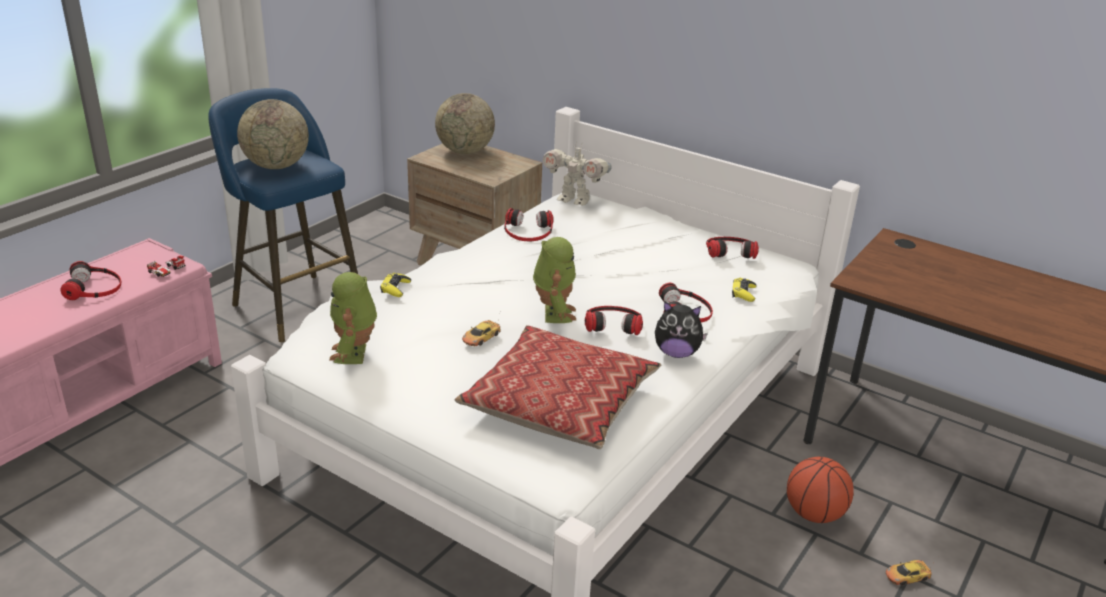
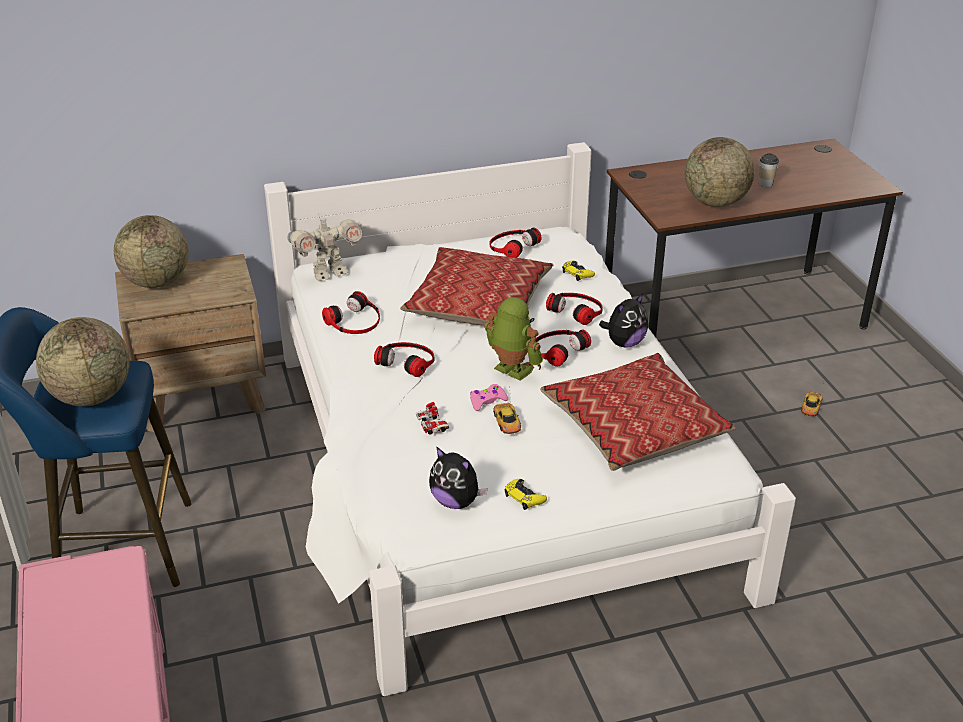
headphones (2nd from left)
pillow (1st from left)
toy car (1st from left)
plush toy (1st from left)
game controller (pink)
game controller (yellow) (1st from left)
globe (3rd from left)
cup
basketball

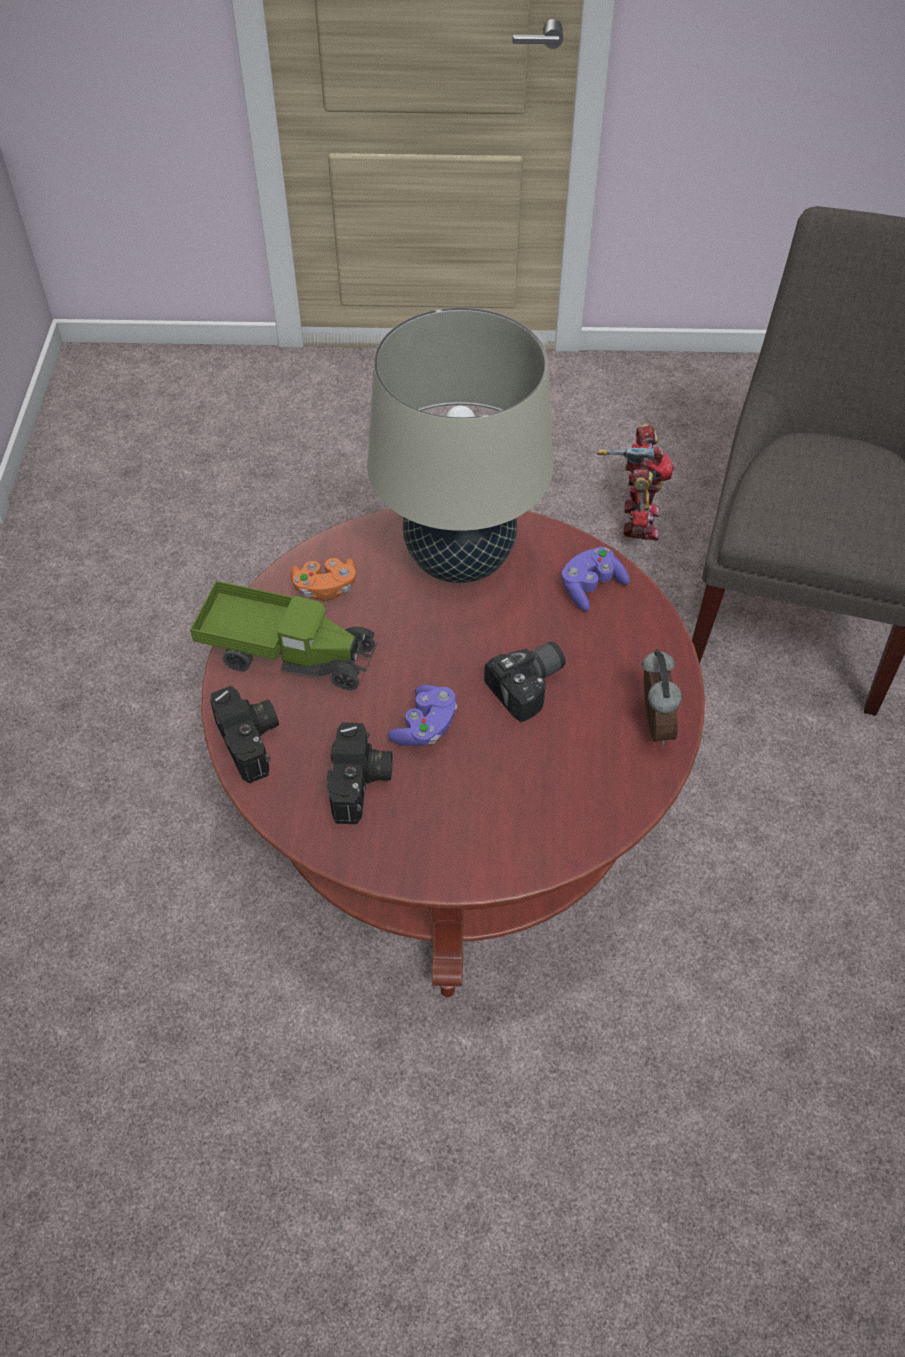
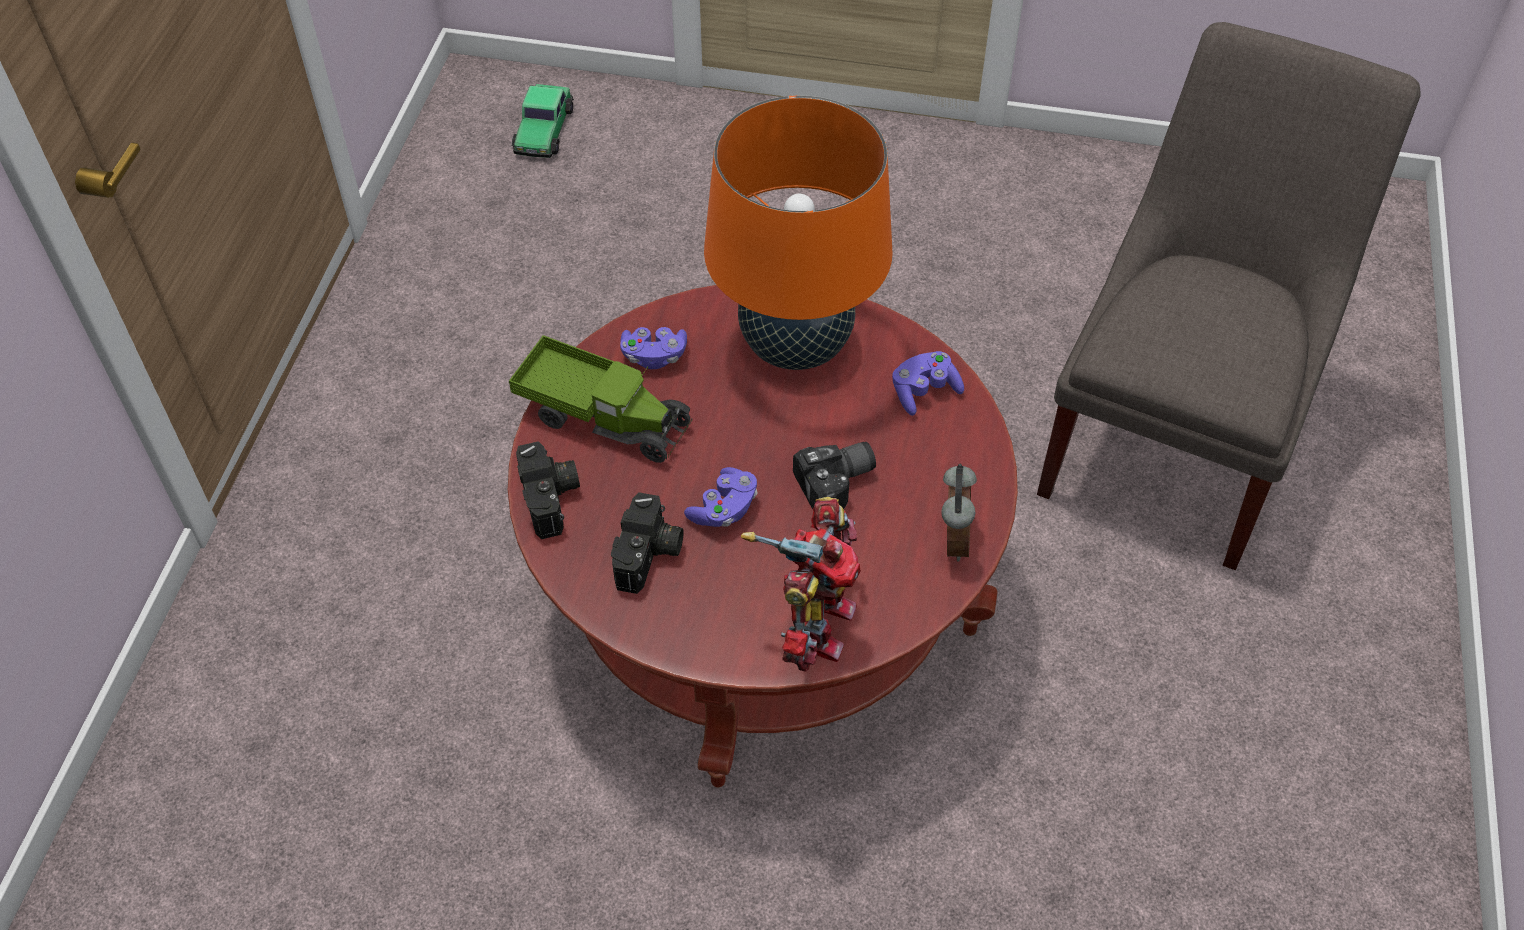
toy car
game controller (purple) (1st from left)
table lamp (orange)
toy robot

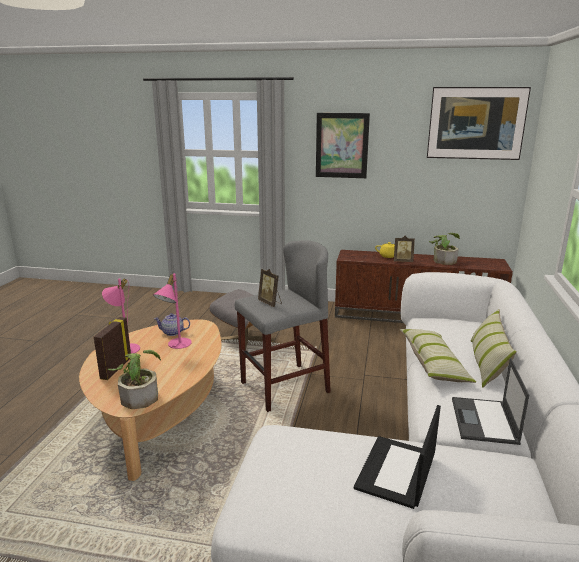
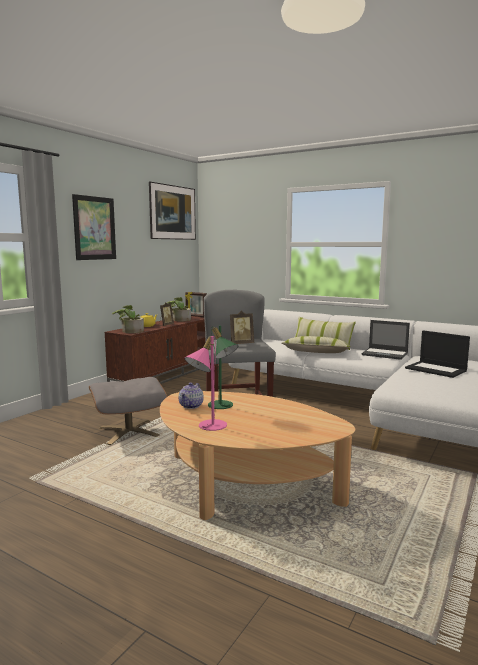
potted plant (1st from left)
picture frame (2nd from left)
table lamp (green)

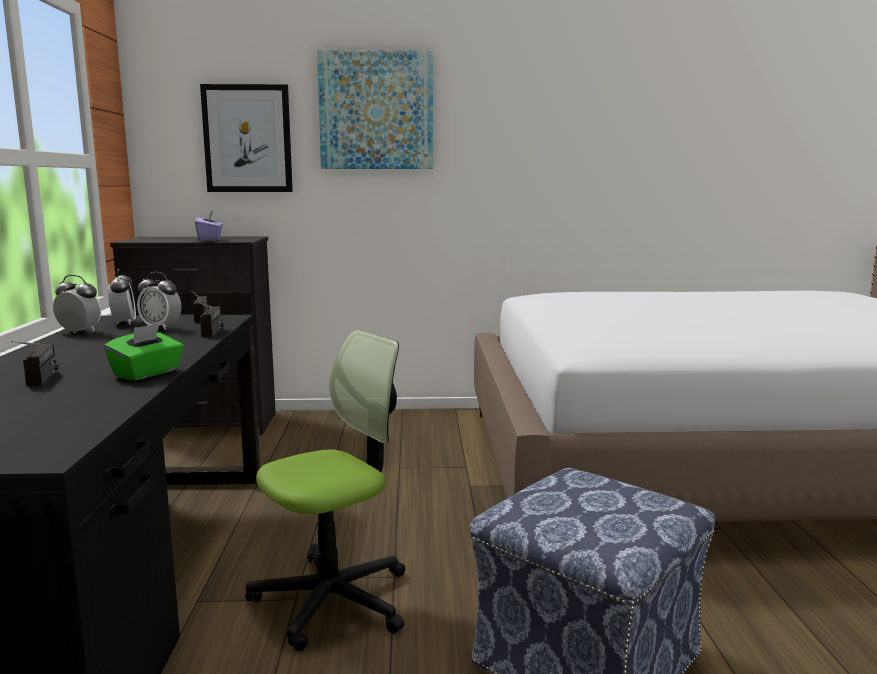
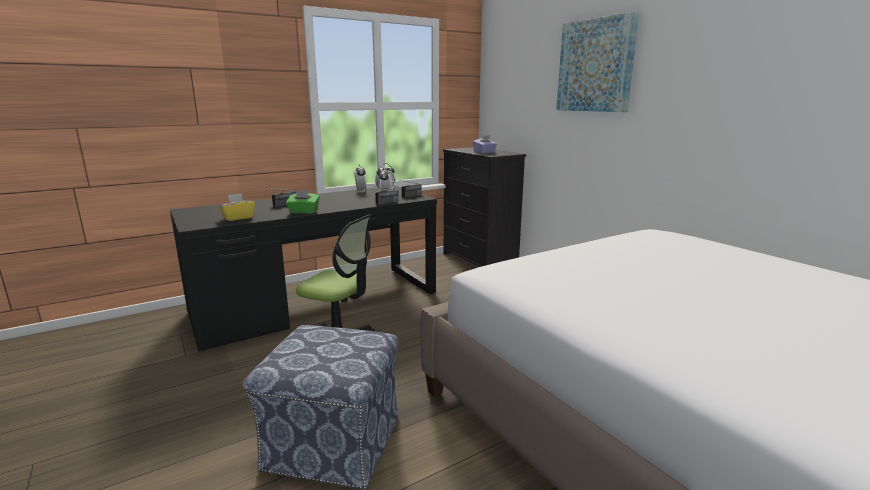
tissue box (yellow)
picture (1st from left in the first image)

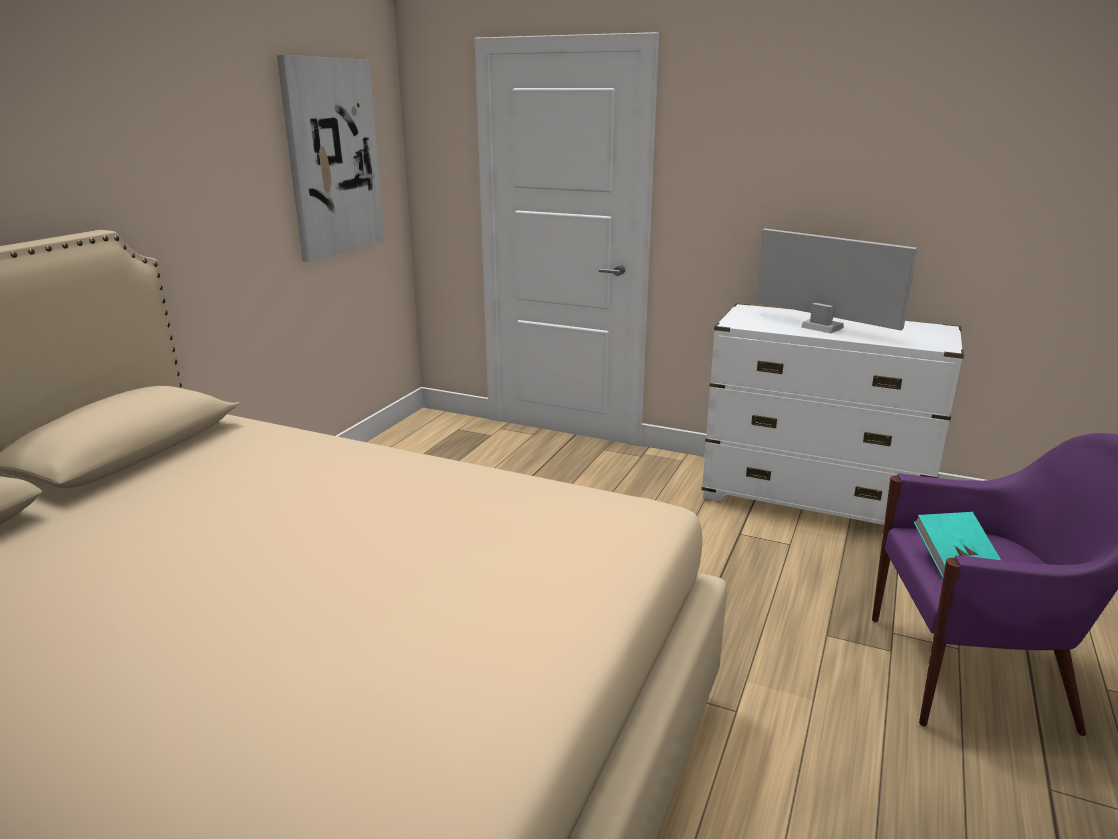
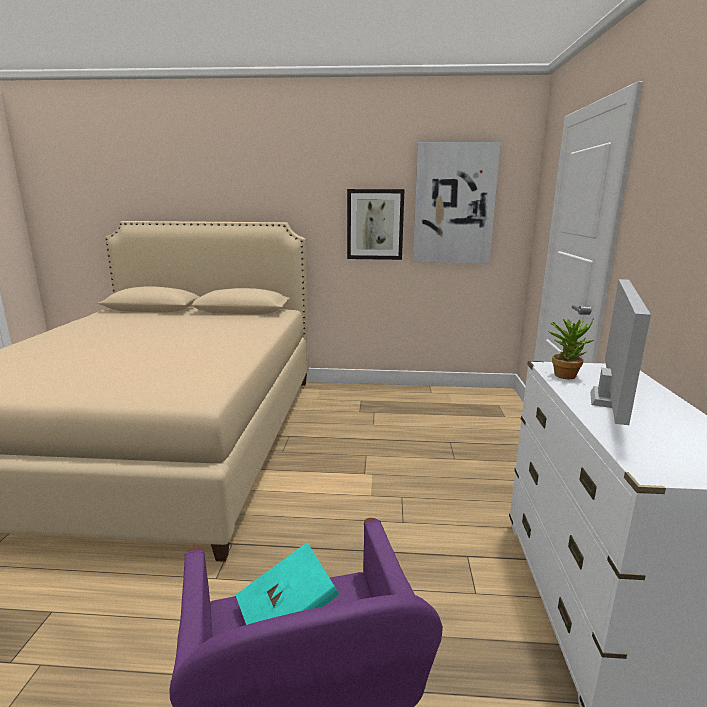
picture (1st from left)
potted plant

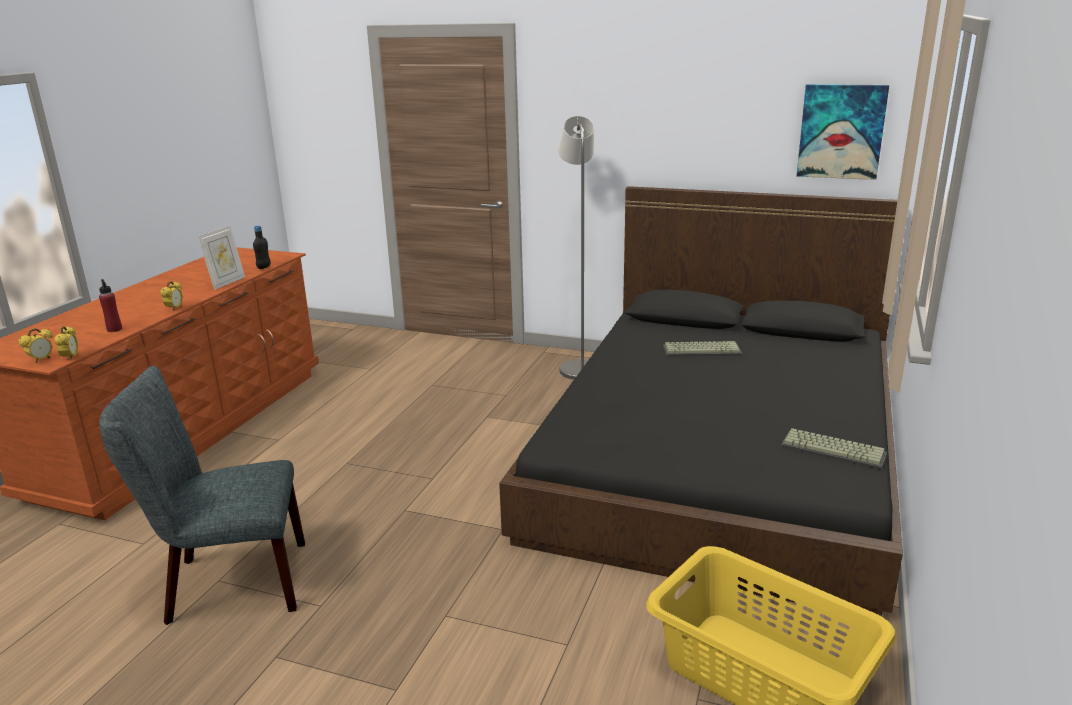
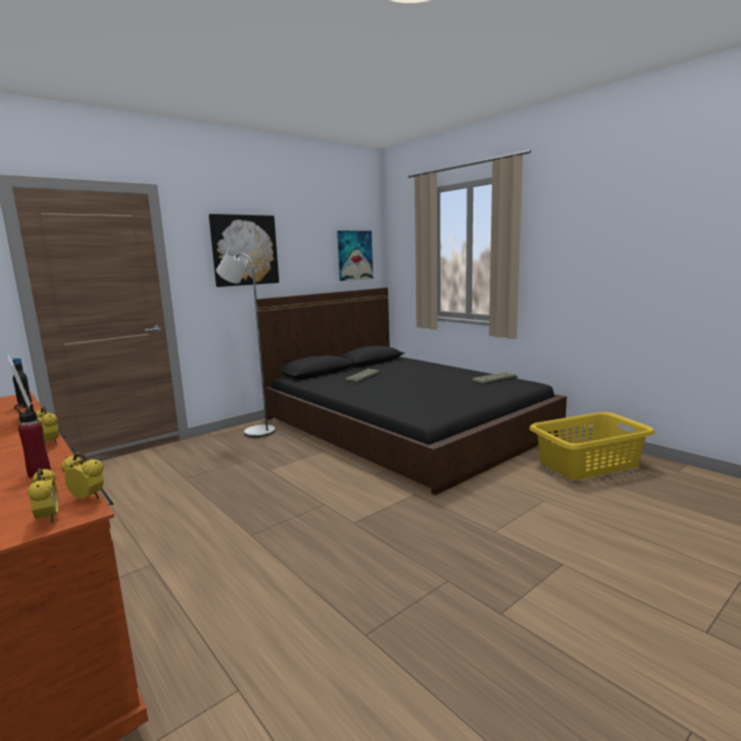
picture (1st from left)
chair (grey)

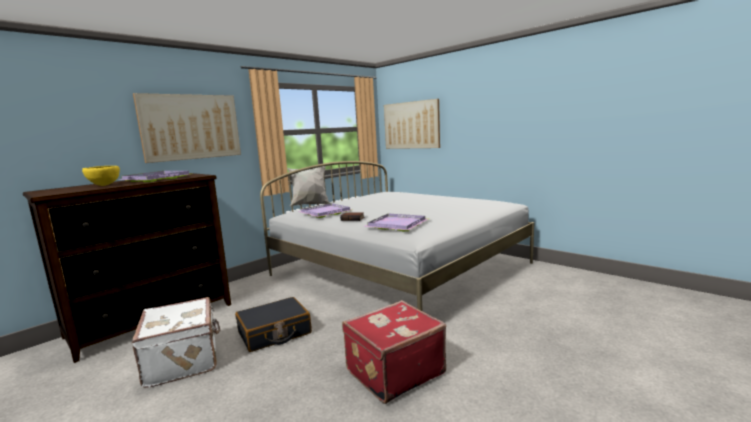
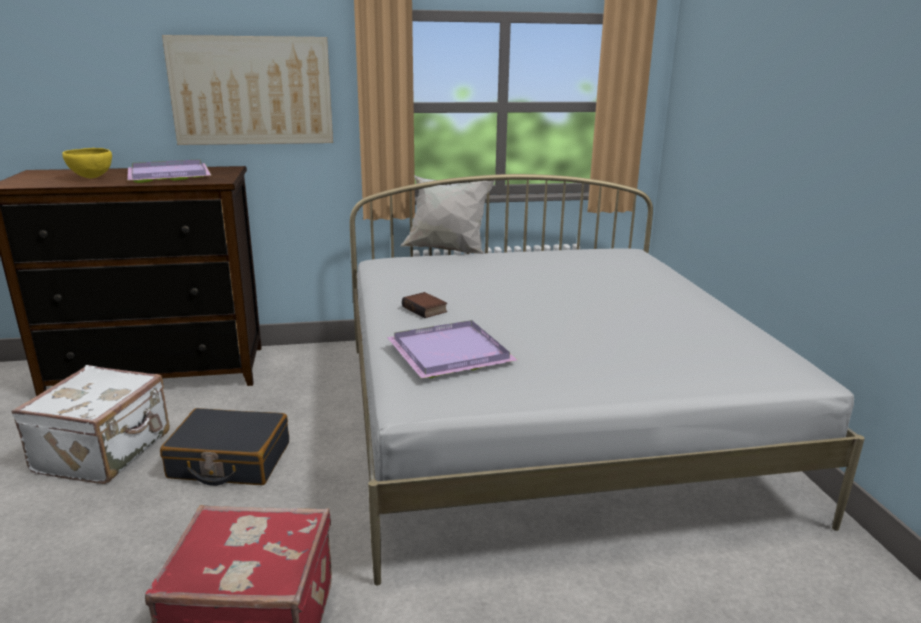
tray (purple) (2nd from left in the first image)
picture (2nd from left in the first image)

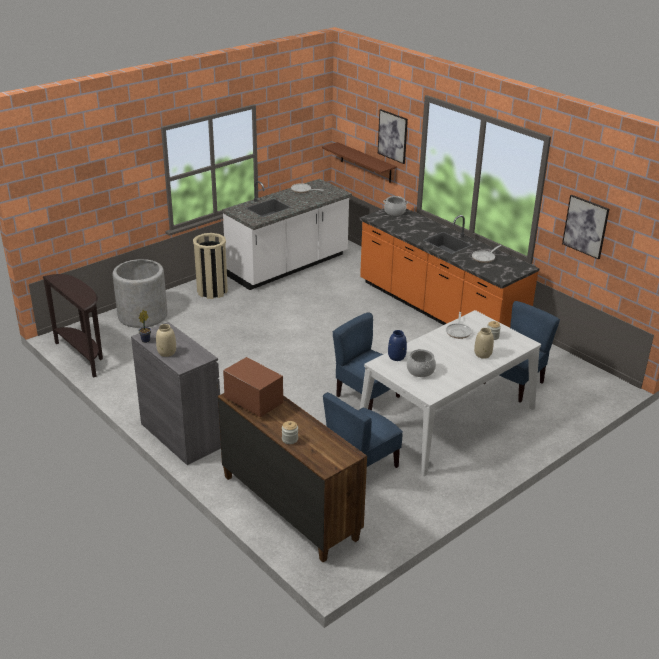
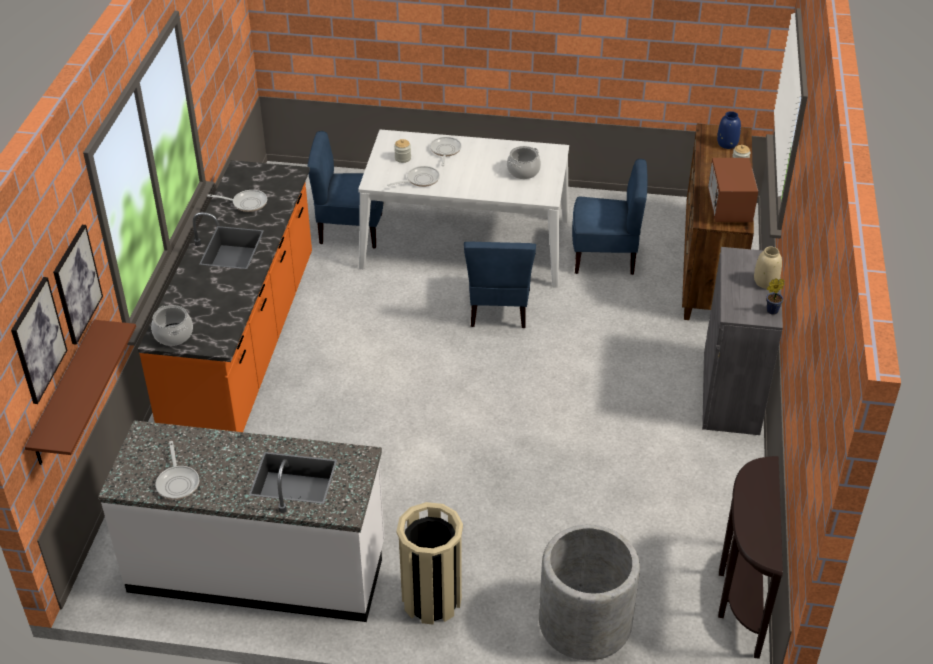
picture (1st from left)
frying pan (4th from left)
vase (blue)

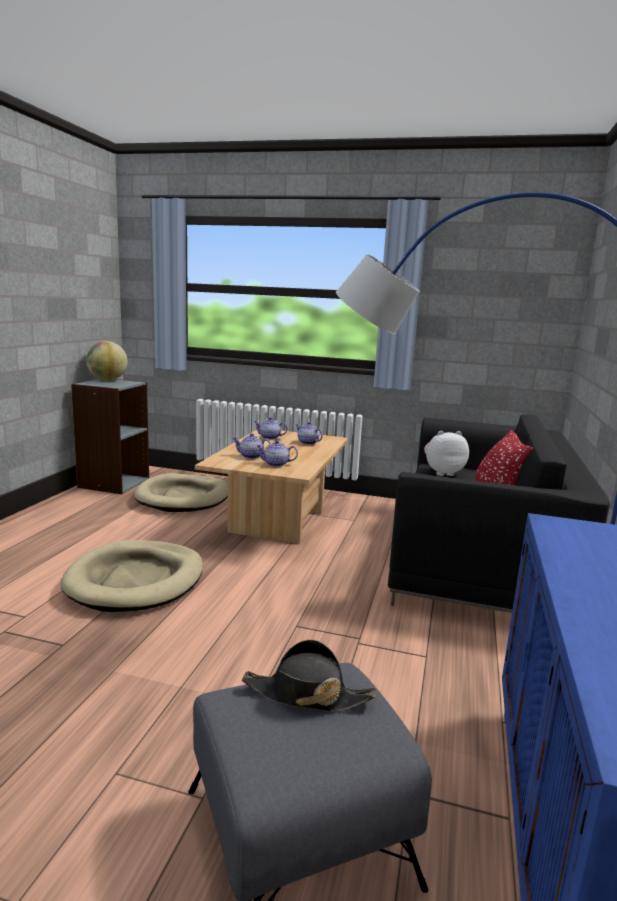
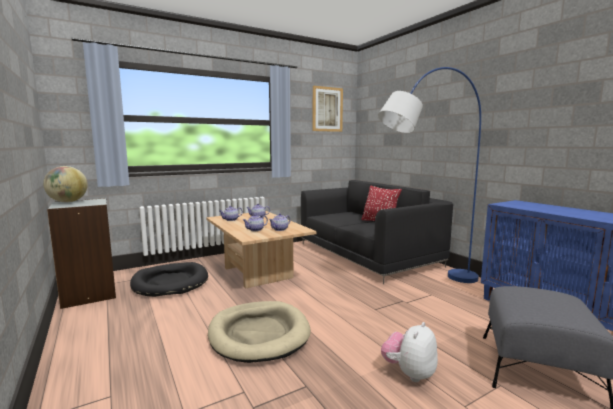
dog bed (black)
picture
plush toy
hat (black)

